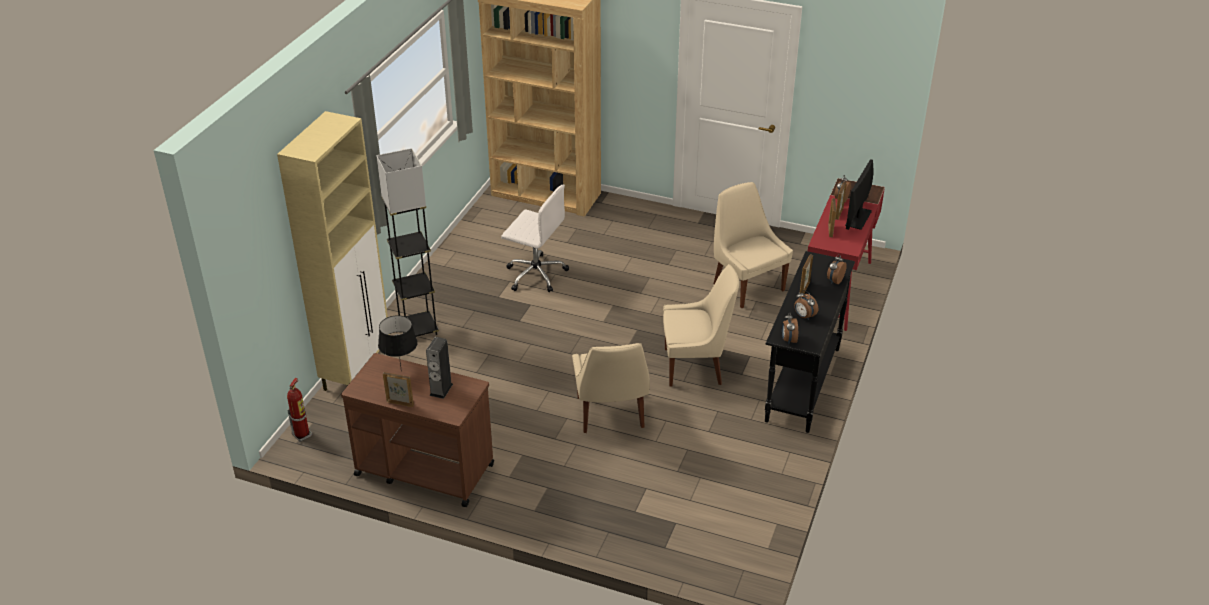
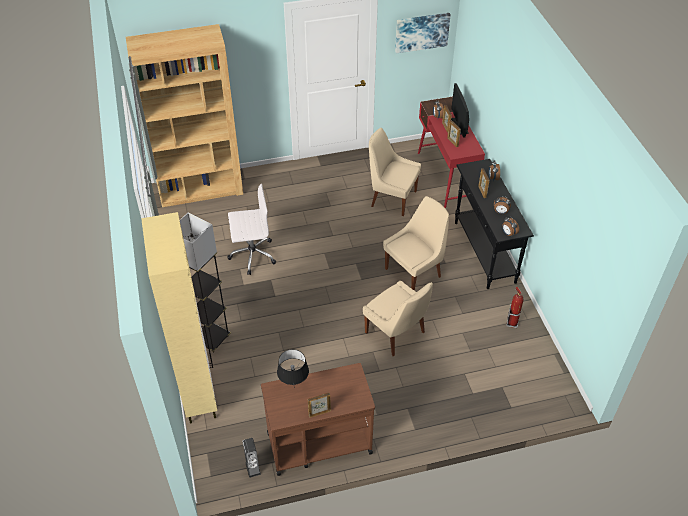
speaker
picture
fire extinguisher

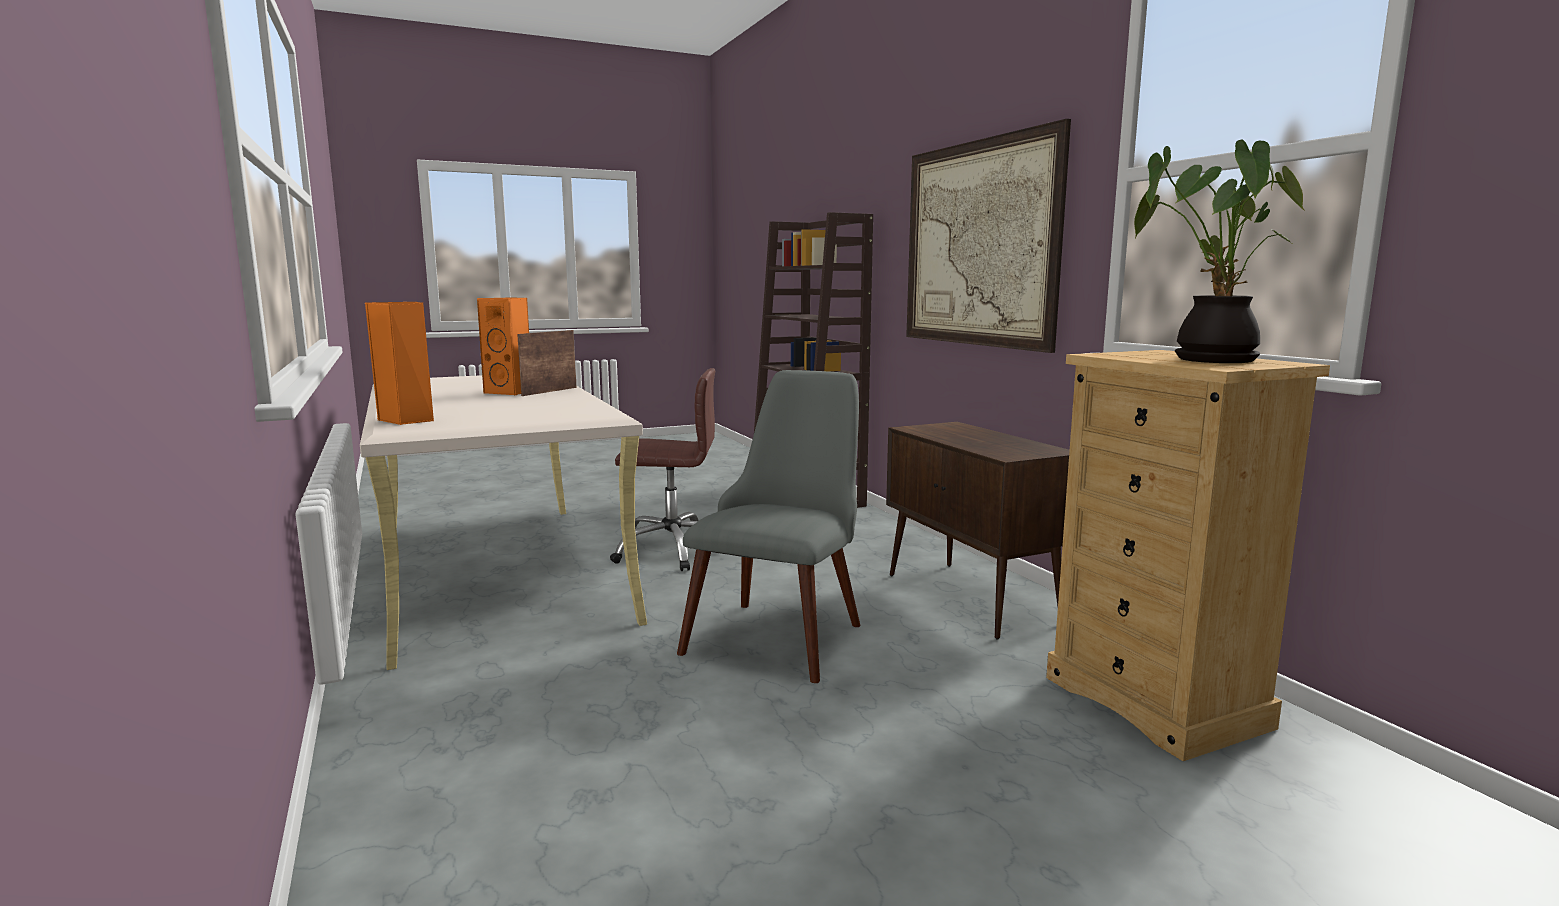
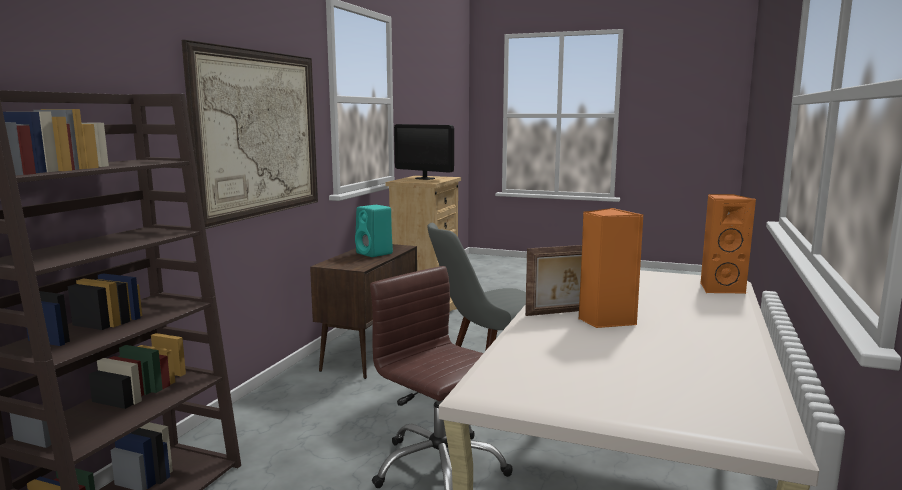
speaker (turquoise)
monitor

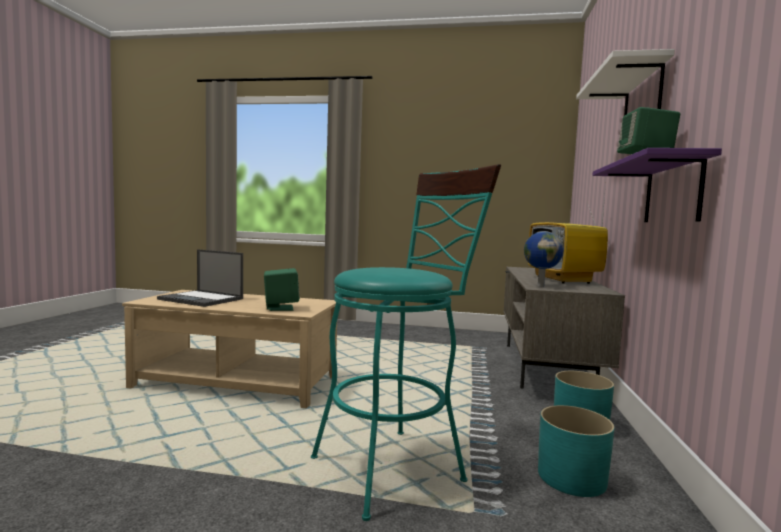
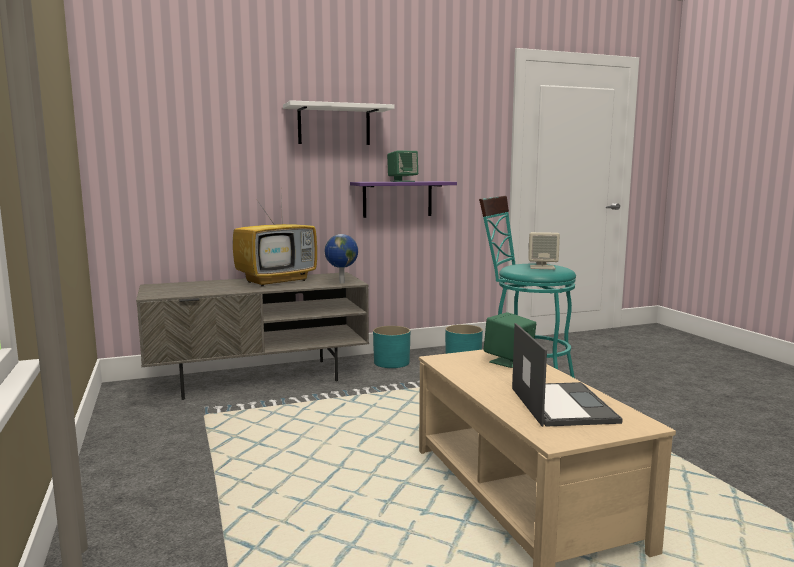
speaker (beige)

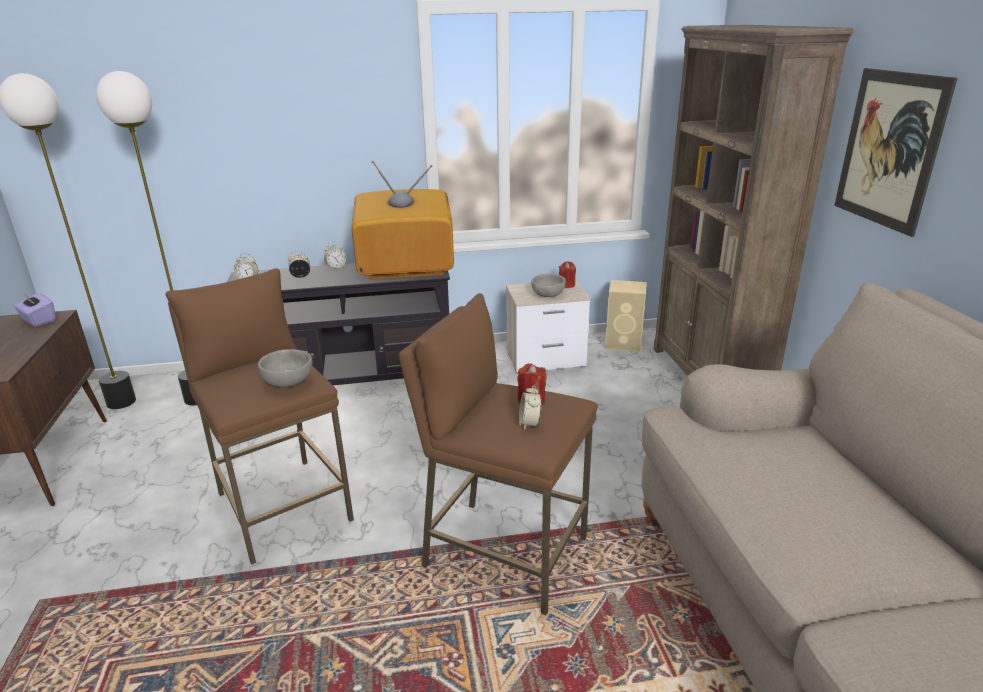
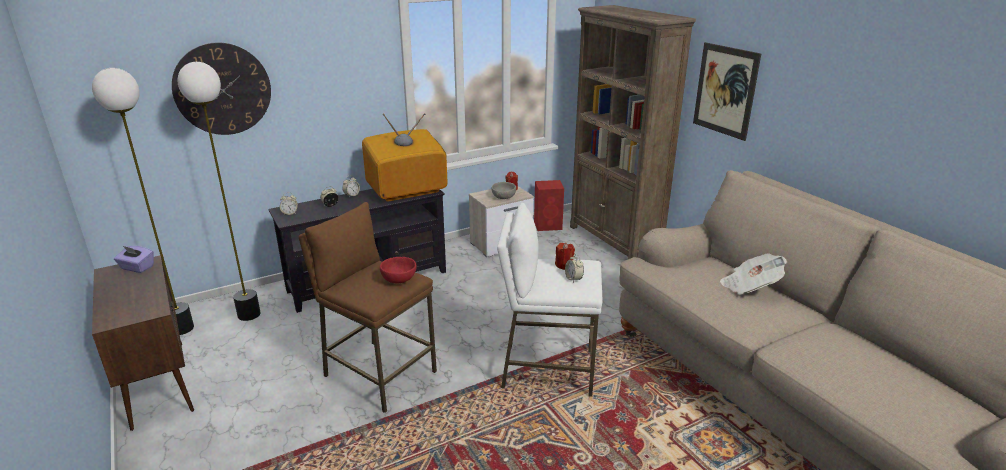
wall clock
bowl (red)
stool (white)
speaker (red)
newspaper

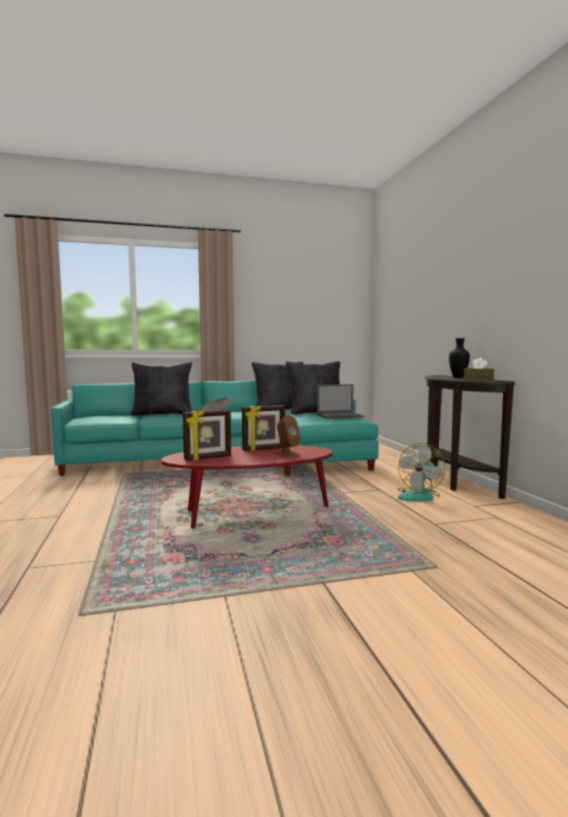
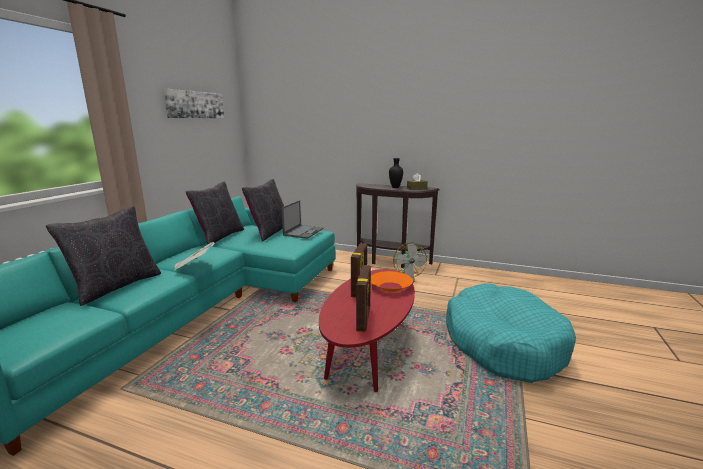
picture
bowl (orange)
dog bed (turquoise)

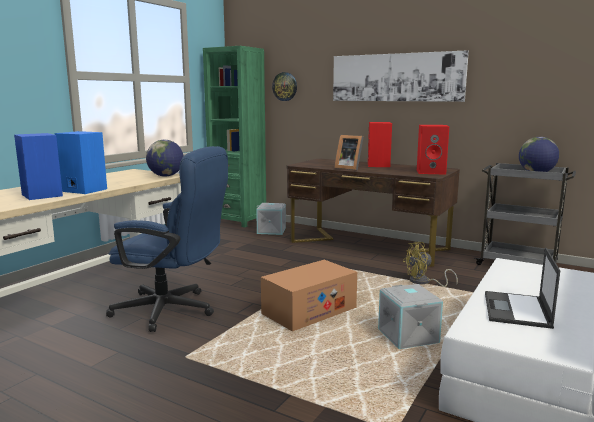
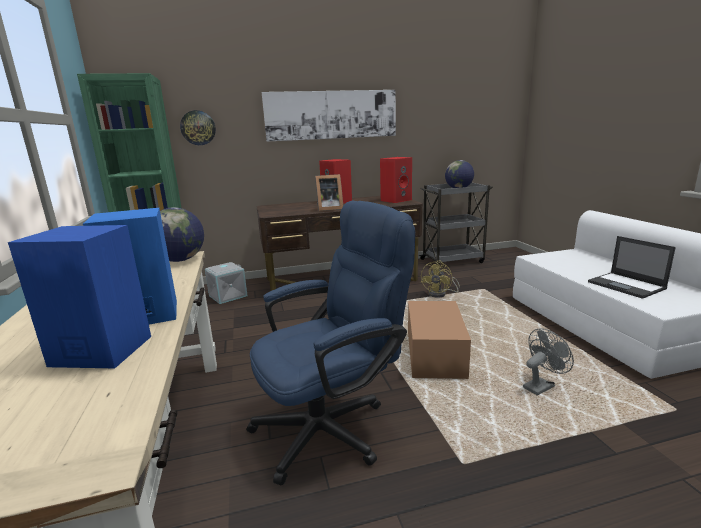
fan (grey)
storage box (grey) (2nd from left in the first image)

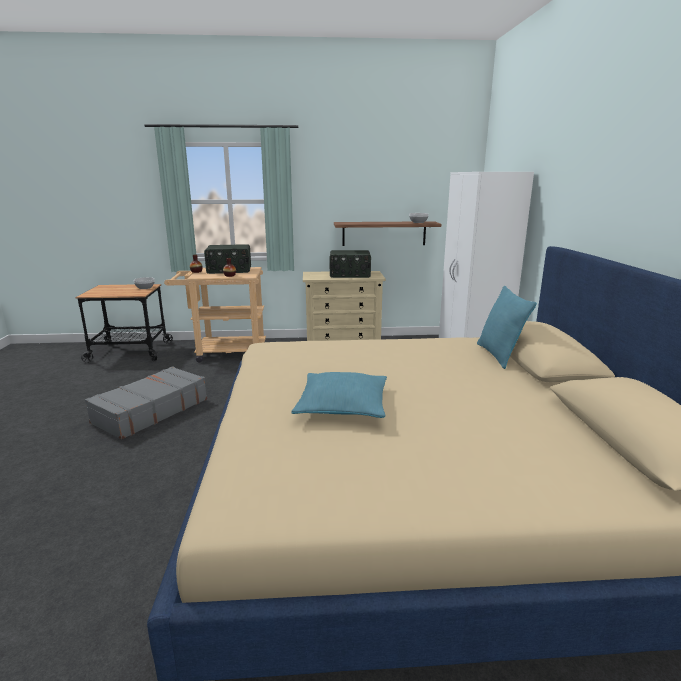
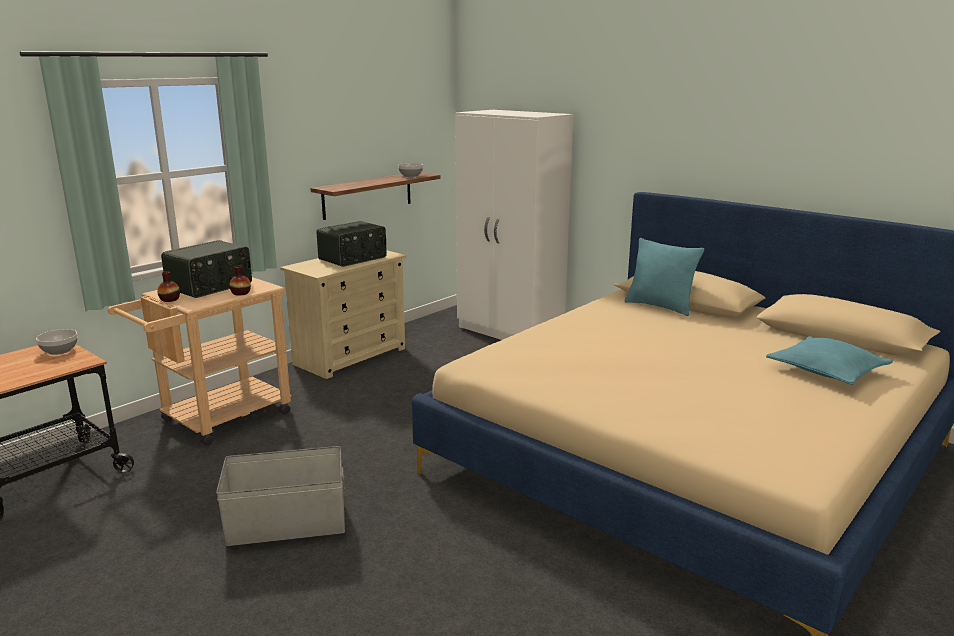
storage box (grey)
pillow (turquoise) (2nd from left)

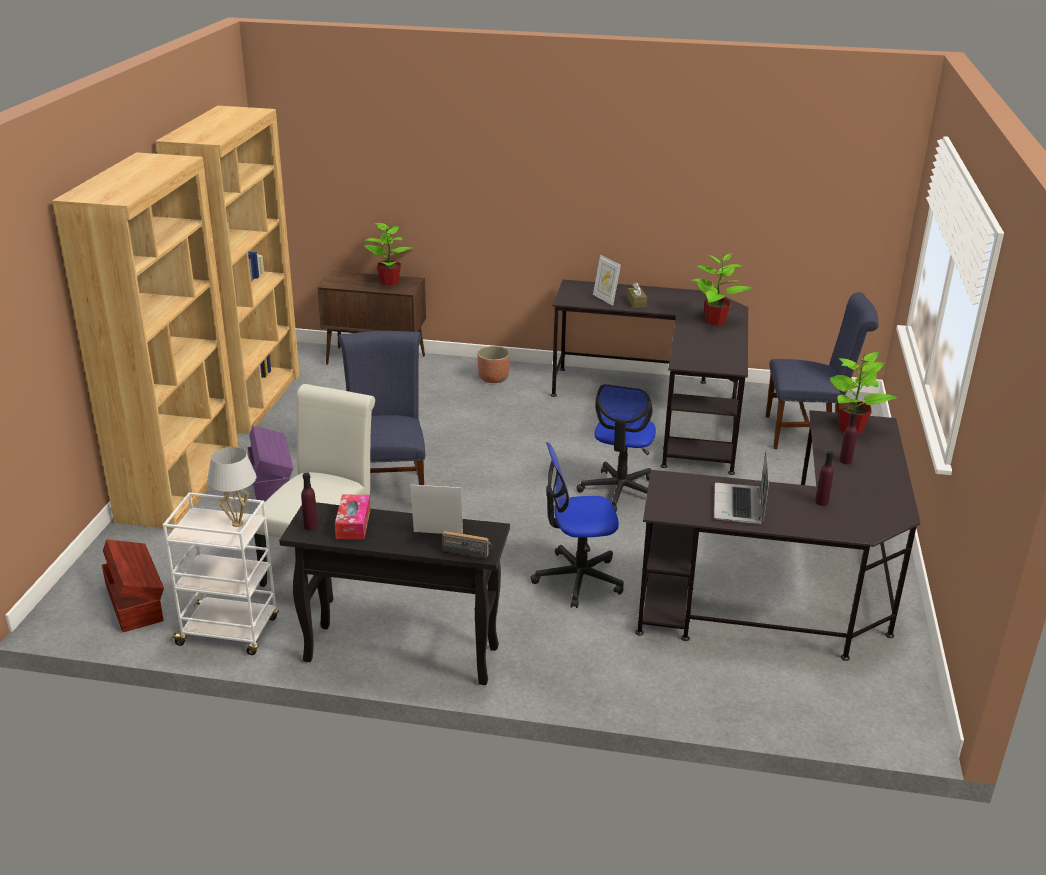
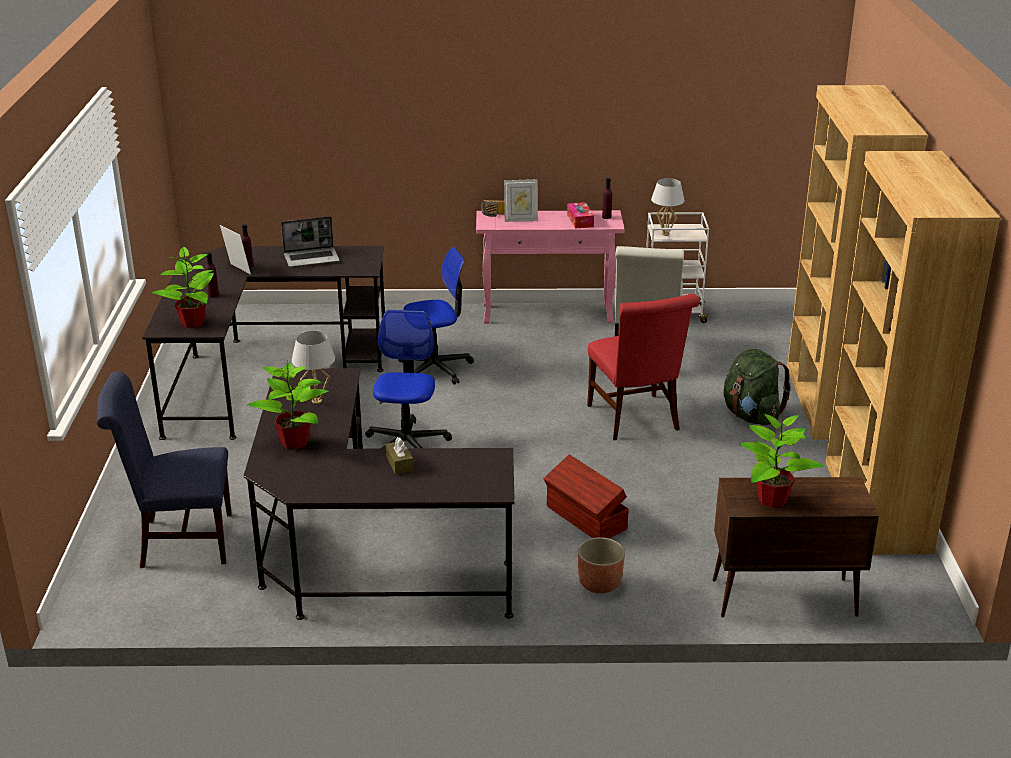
picture frame (1st from left)
laptop
table lamp (white) (1st from left)
console table (pink)
storage box (brown)
chair (red)
backpack (green)

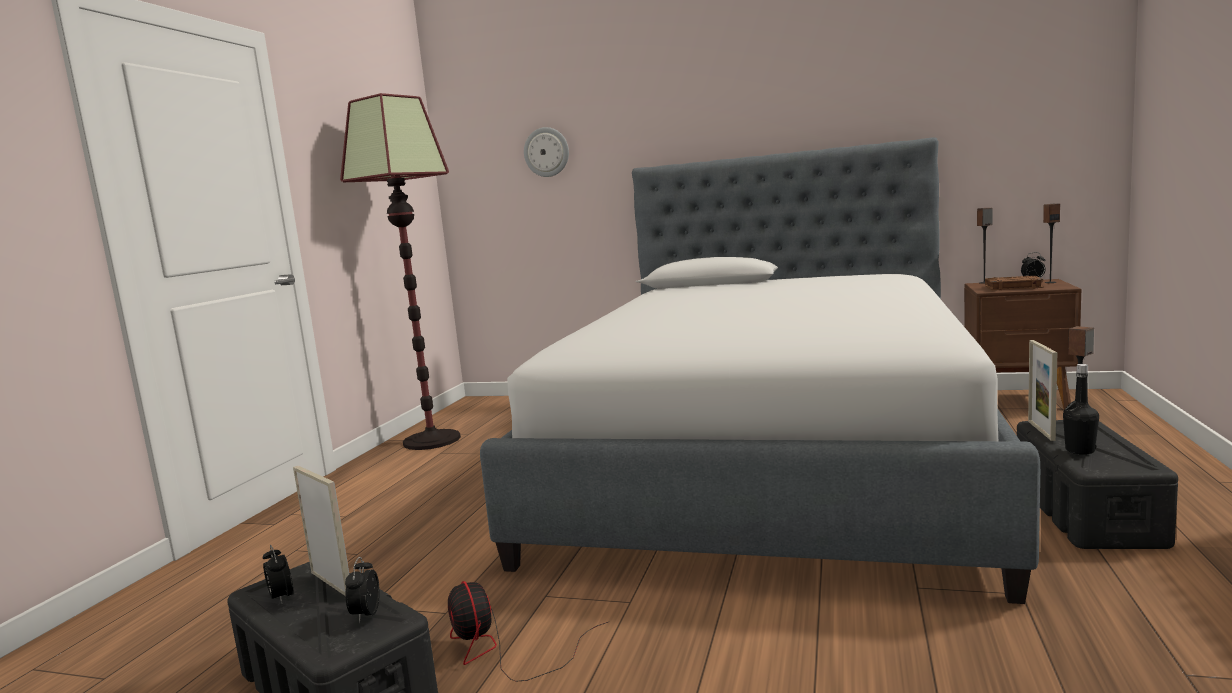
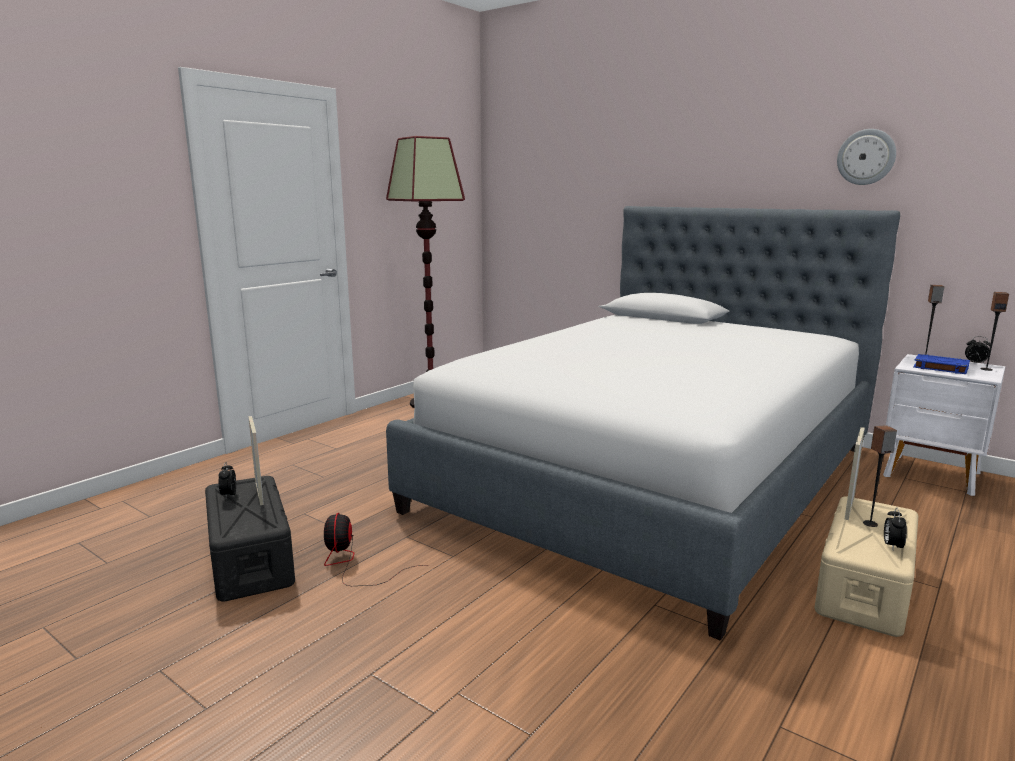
storage box (beige)
wall clock
nightstand (white)
alarm clock (2nd from left)
book (blue)
bottle (black)

